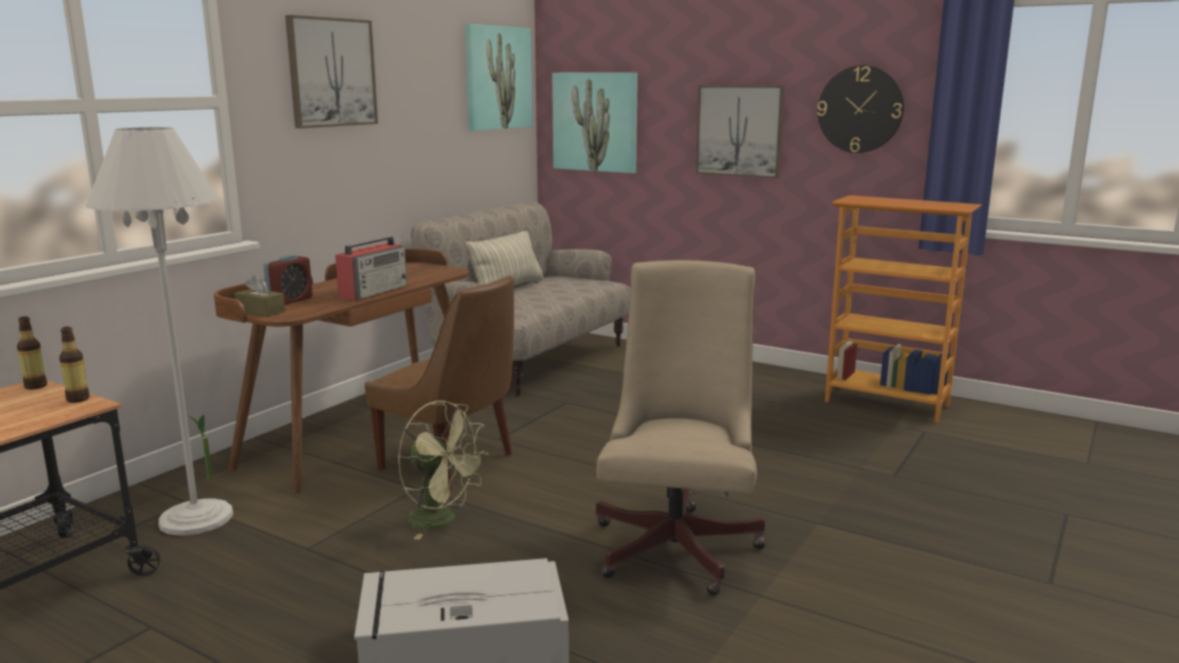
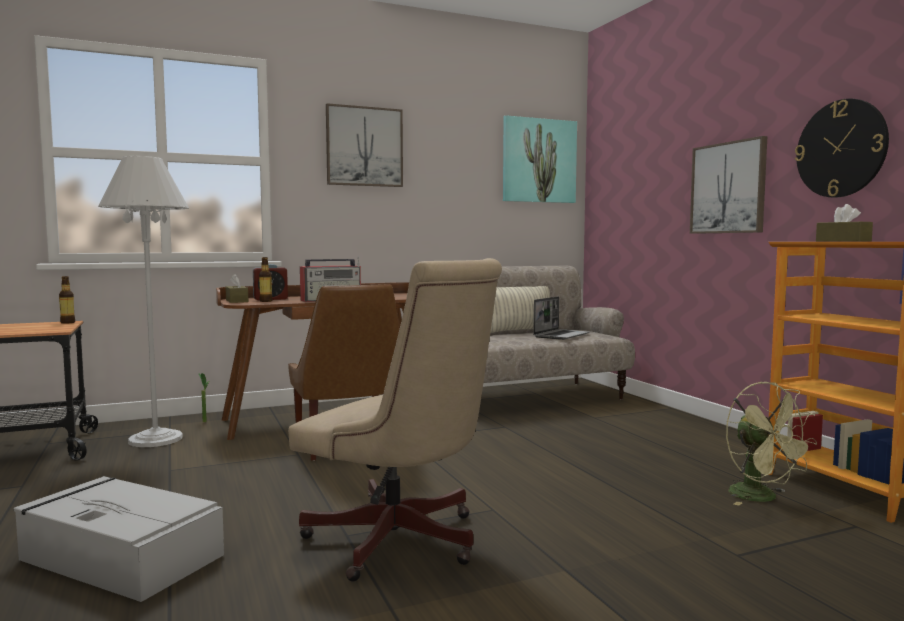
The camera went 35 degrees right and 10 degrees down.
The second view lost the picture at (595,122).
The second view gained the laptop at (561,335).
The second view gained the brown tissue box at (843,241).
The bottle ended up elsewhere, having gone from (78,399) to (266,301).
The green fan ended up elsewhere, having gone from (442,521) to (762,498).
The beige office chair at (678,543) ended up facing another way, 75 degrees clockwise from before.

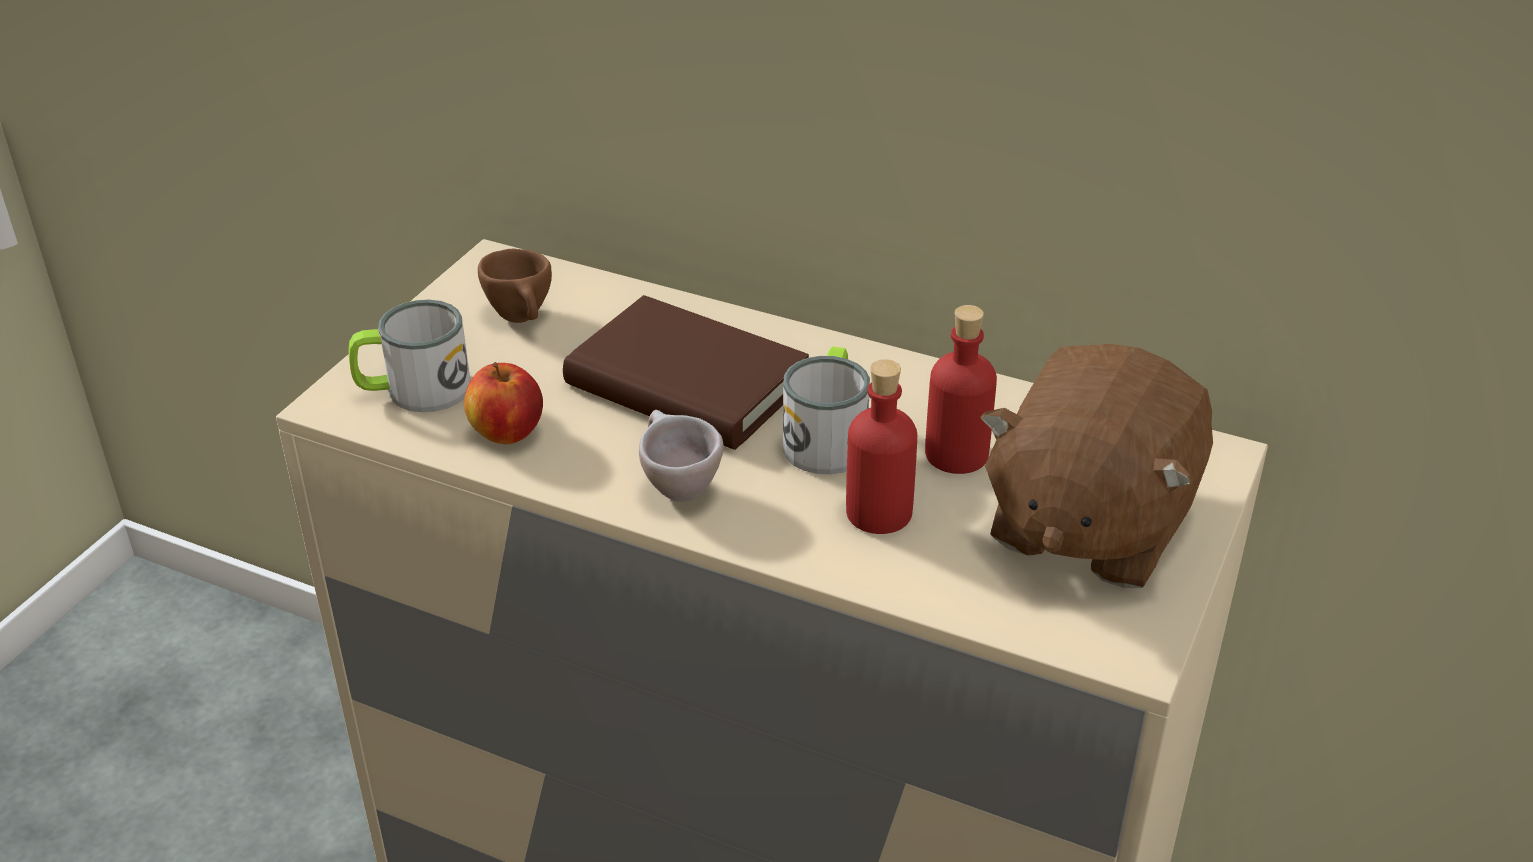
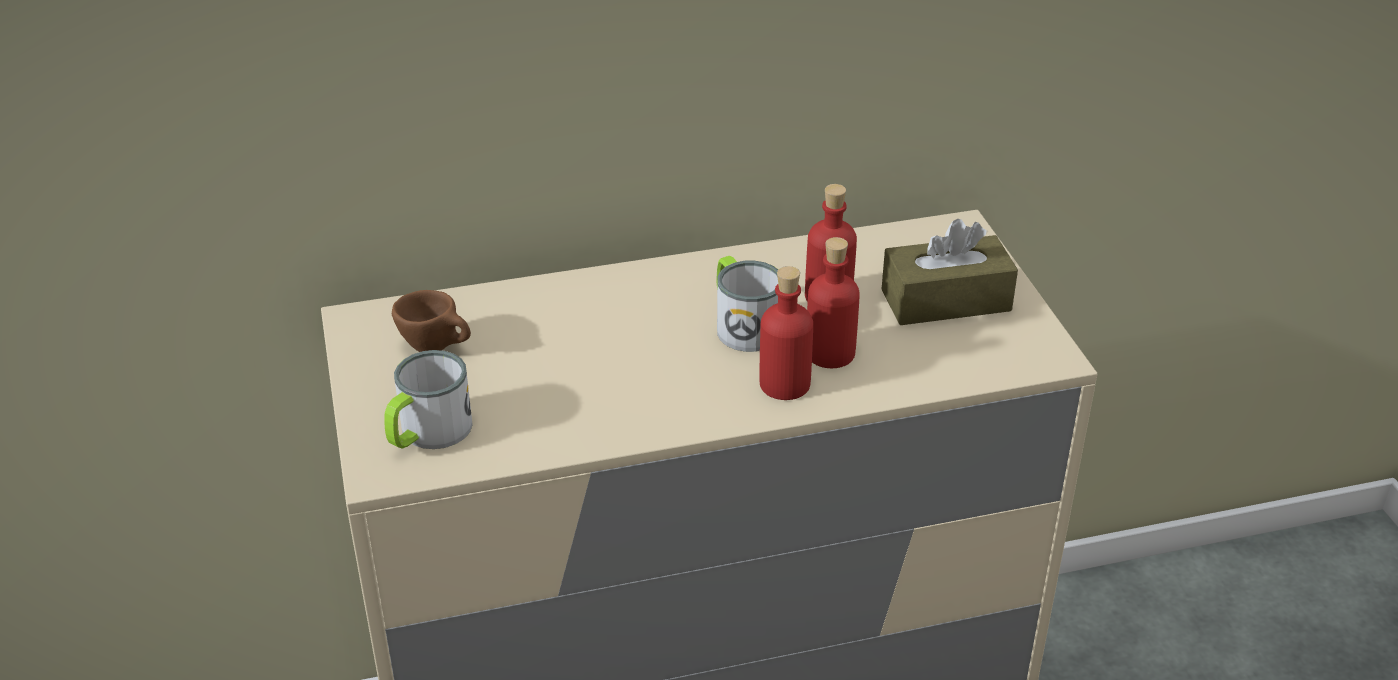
The camera went 40 degrees left and 0 degrees up.
The second view lost the apple at (507,433).
The second view lost the brown book at (686,384).
The second view lost the beige cup at (675,486).
The second view gained the red bottle at (784,384).
Where the brown plush toy stood at (1087,524), the brown tissue box came to stand at (946,300).

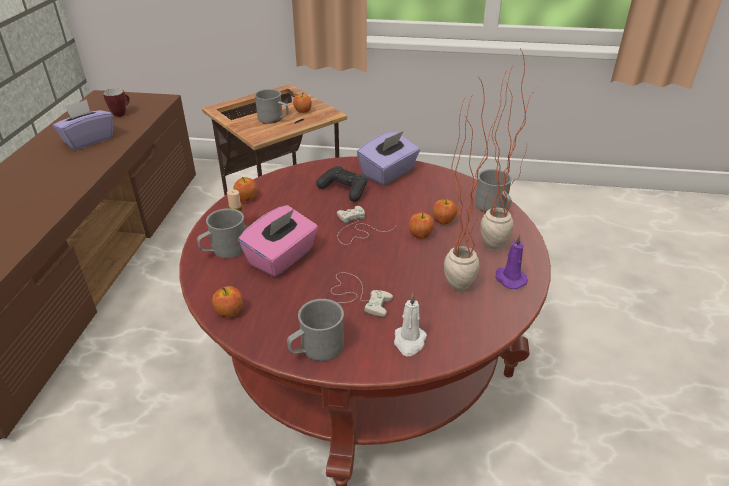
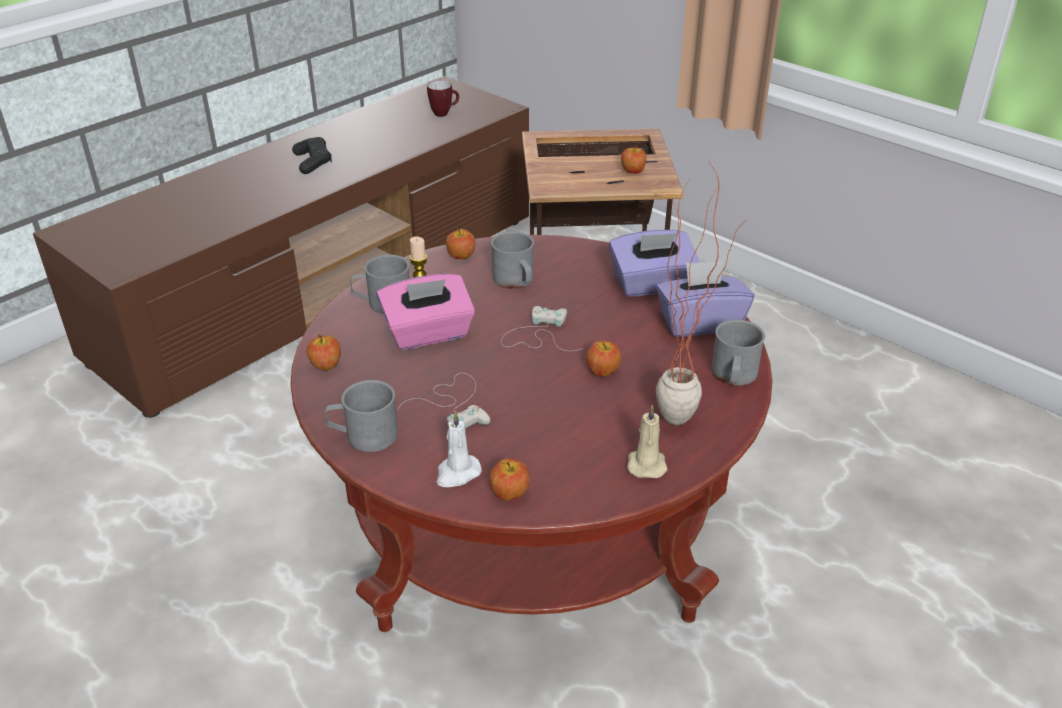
The camera went 35 degrees right and 0 degrees up.
The second view lost the potted plant at (459,279).
The purple tissue box ended up elsewhere, having gone from (88,140) to (700,323).
The grey mug ended up elsewhere, having gone from (274,119) to (516,281).
The black game controller ended up elsewhere, having gone from (344,190) to (313,162).
The apple ended up elsewhere, having gone from (443,221) to (509,493).
What was the purple candle at (509,279) turned into the beige candle at (646,463).

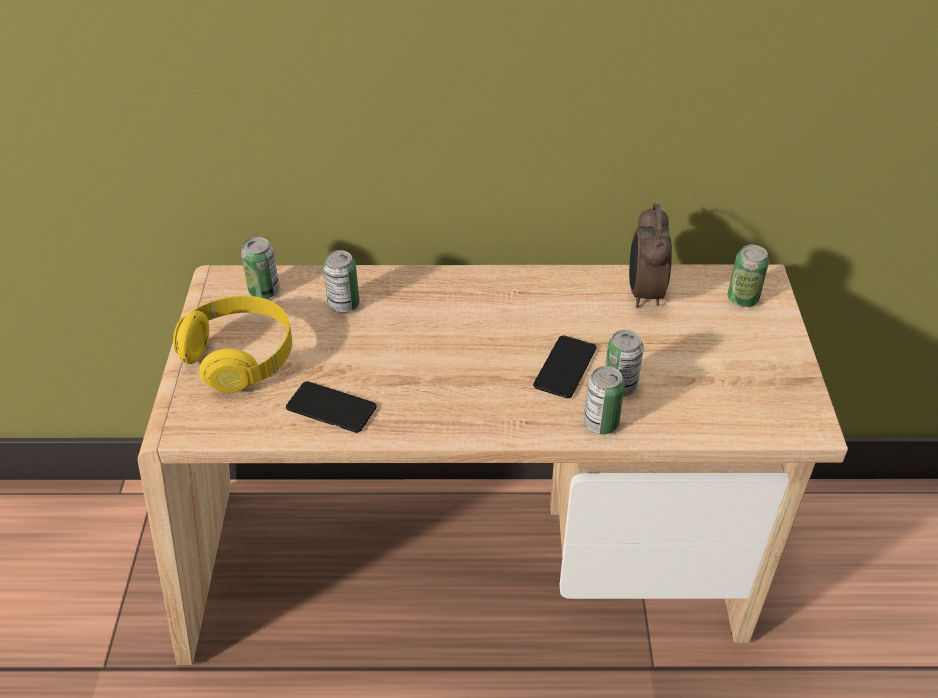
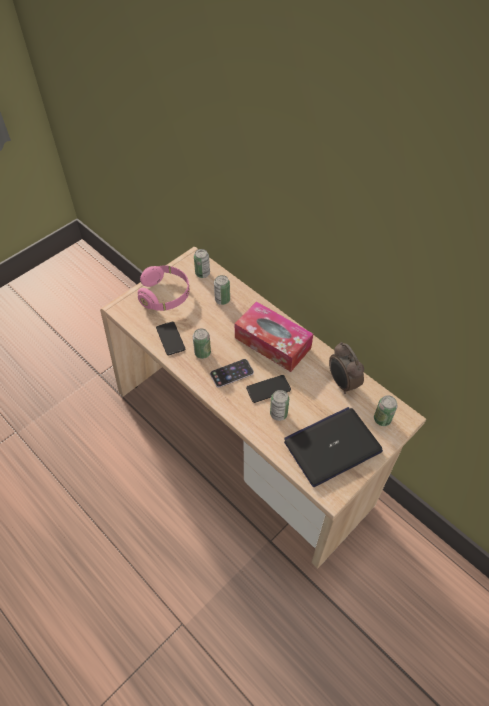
The camera went 45 degrees right and 10 degrees up.
The second view gained the phone at (231,373).
The second view gained the tissue box at (272,343).
The second view gained the laptop at (332,446).
The can ended up elsewhere, having gone from (601,423) to (202,353).
What was the yellow headphones at (240,357) turned into the pink headphones at (165,295).
The alarm clock at (643,293) ended up facing another way, 75 degrees counterclockwise from before.

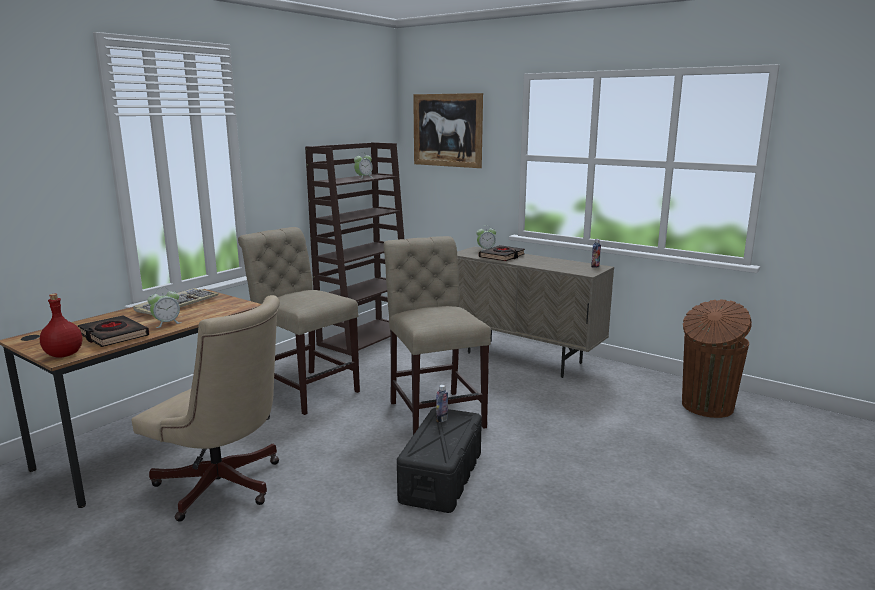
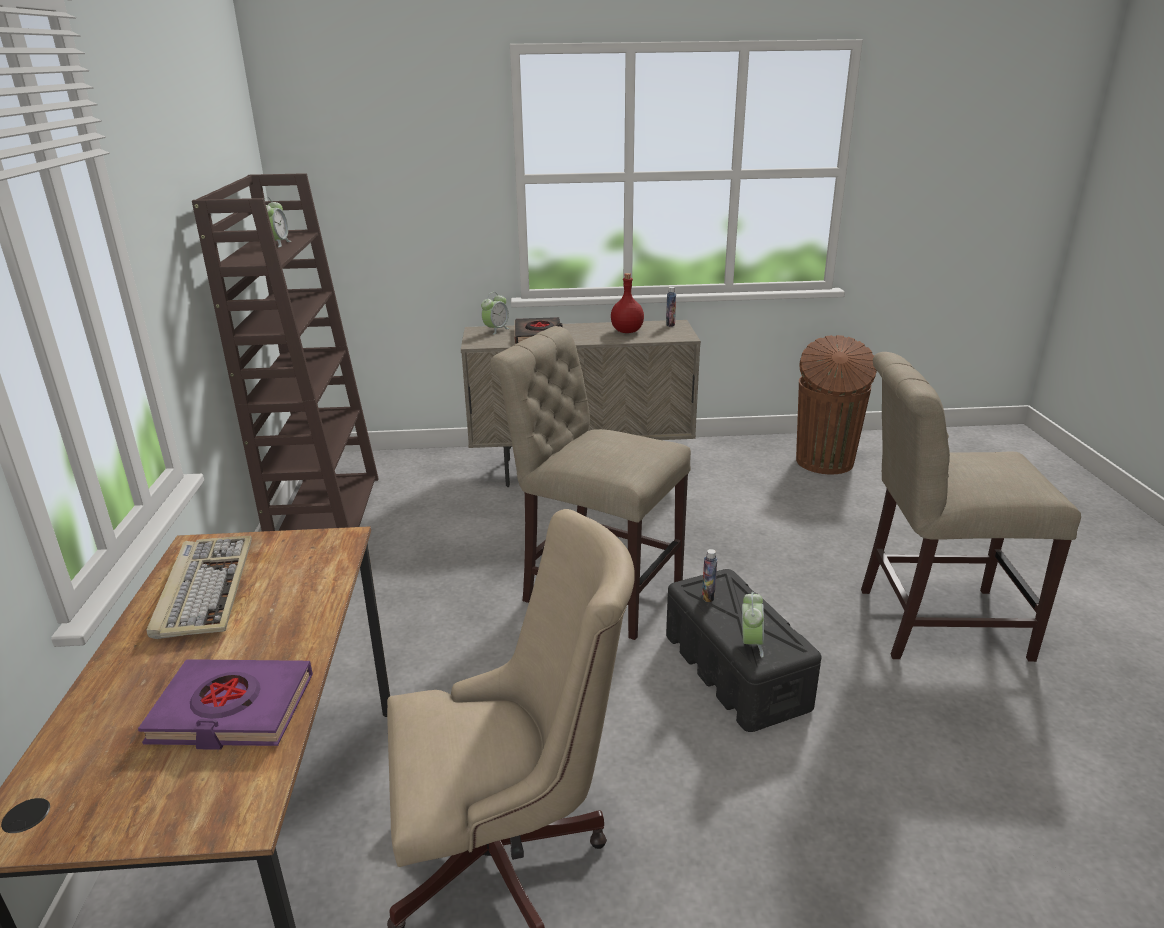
The camera went 40 degrees left and 10 degrees up.
The second view lost the picture at (447,130).
The red bottle ended up elsewhere, having gone from (64,354) to (626,331).
The alarm clock ended up elsewhere, having gone from (167,323) to (751,643).
The beige chair ended up elsewhere, having gone from (305,389) to (931,622).
What was the black book at (113,335) turned into the purple book at (232,710).

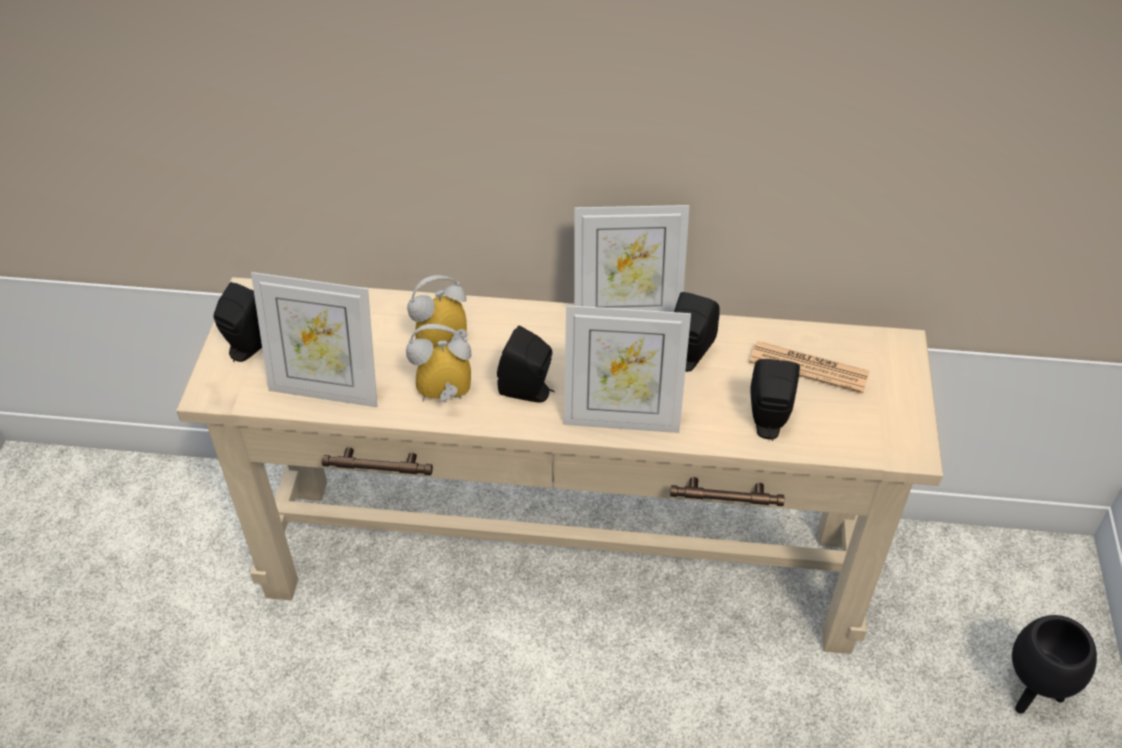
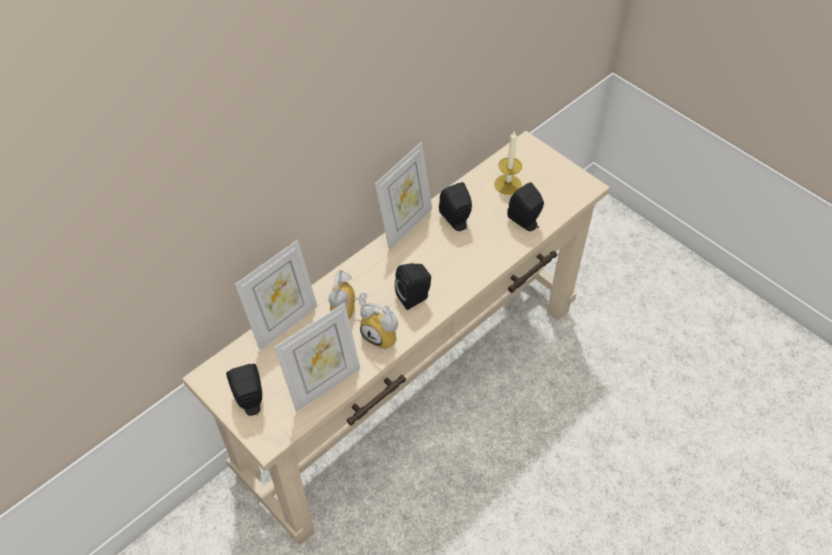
The camera went 50 degrees left and 5 degrees up.
The second view lost the black planter at (1032,694).
The picture frame ended up elsewhere, having gone from (622,419) to (284,323).
Where the newspaper stood at (809,368), the candle came to stand at (507,184).
The alarm clock at (443,398) ended up facing another way, 90 degrees counterclockwise from before.

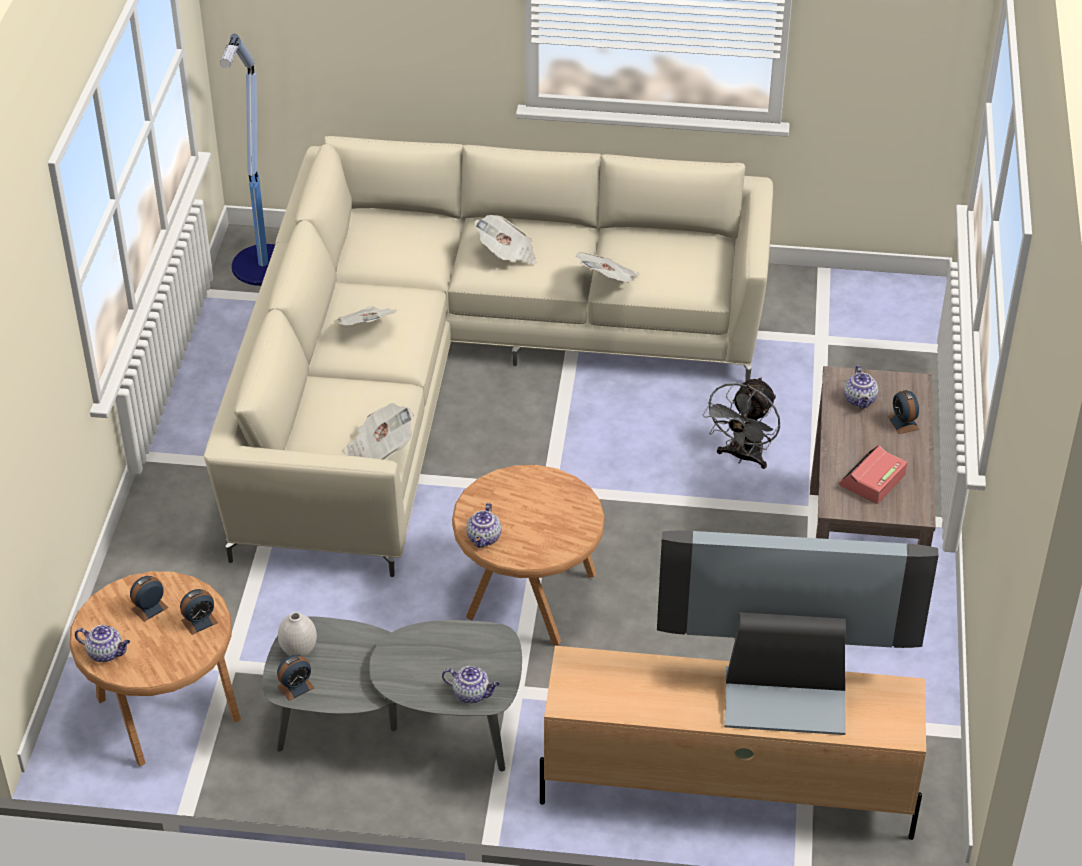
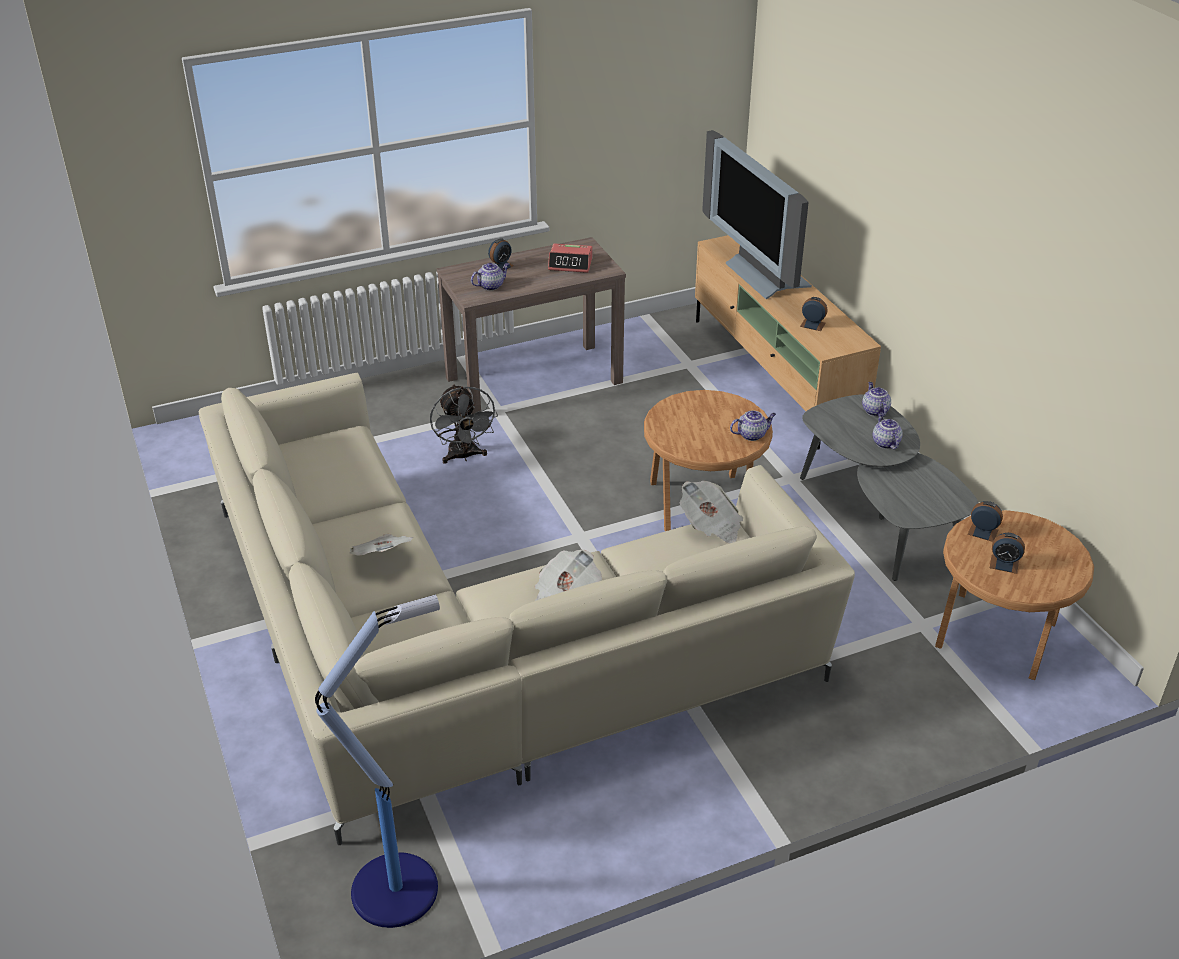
The camera went 120 degrees left and 5 degrees down.
The second view lost the white vase at (299,651).
The second view lost the newspaper at (608,281).
The teapot ended up elsewhere, having gone from (106,653) to (885,443).
The alarm clock ended up elsewhere, having gone from (295,687) to (812,324).
The grey fan at (743,457) ended up facing another way, 75 degrees clockwise from before.

